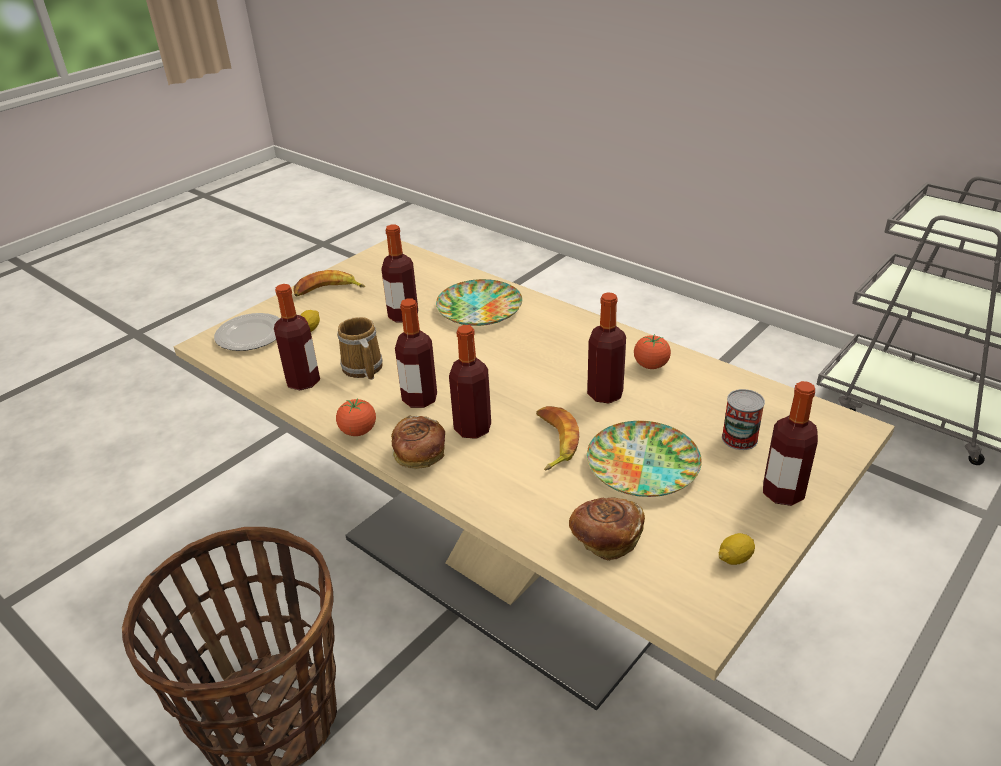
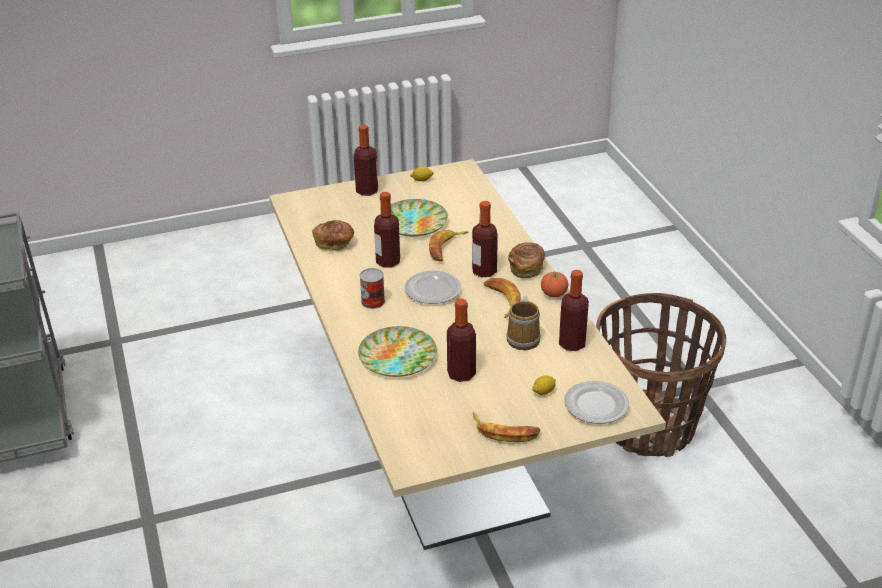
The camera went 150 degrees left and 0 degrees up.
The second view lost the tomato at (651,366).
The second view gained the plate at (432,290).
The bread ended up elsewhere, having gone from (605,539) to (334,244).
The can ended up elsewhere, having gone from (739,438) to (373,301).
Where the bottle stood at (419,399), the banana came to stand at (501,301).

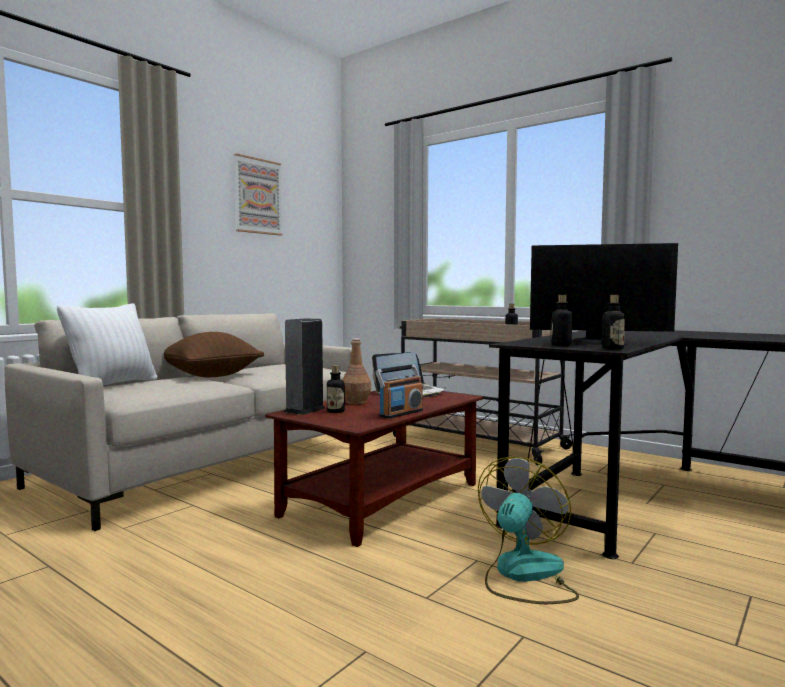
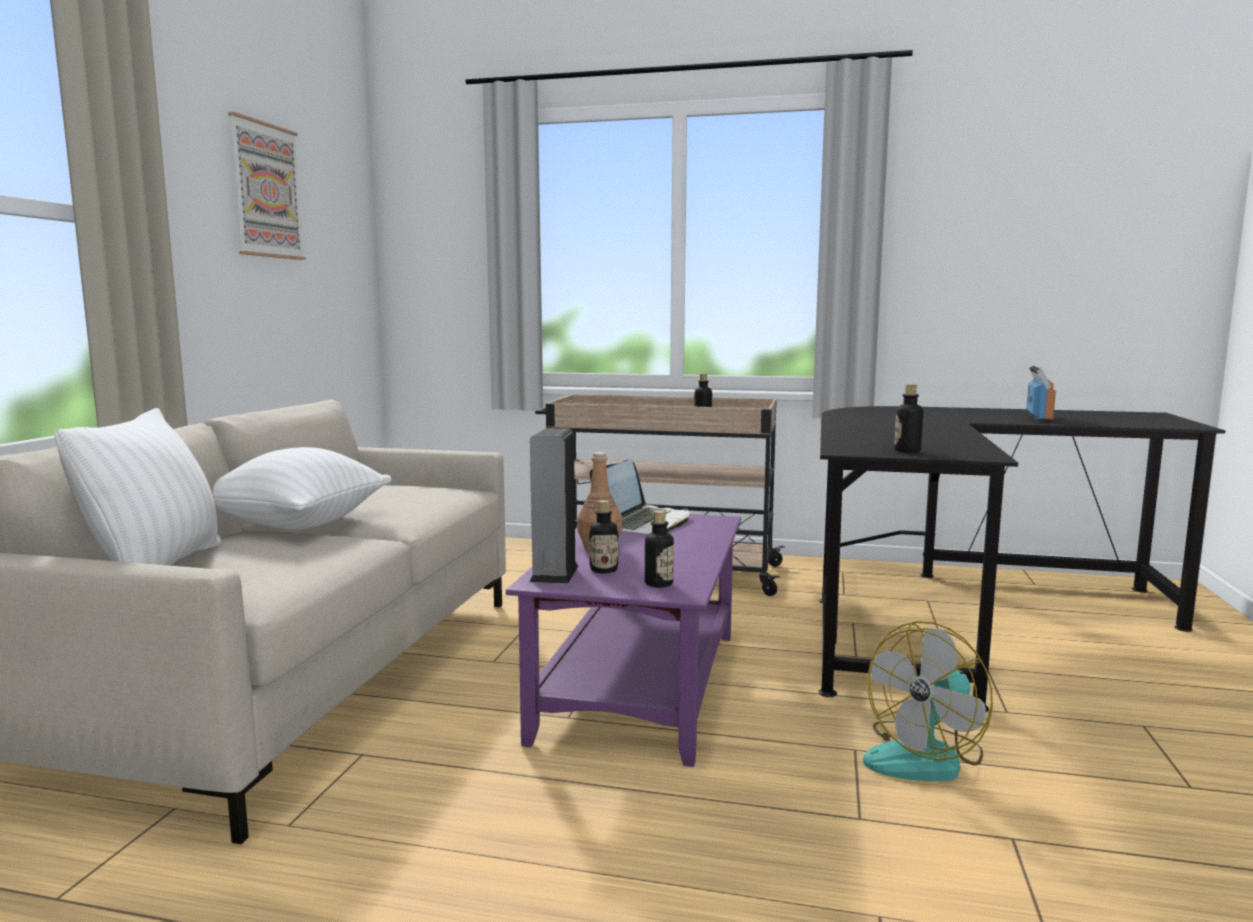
The camera went 25 degrees left and 5 degrees up.
The second view lost the monitor at (598,343).
The radio ended up elsewhere, having gone from (400,413) to (1039,418).
The bottle ended up elsewhere, having gone from (612,349) to (659,583).
What was the brown pillow at (210,376) turned into the white pillow at (298,524).
What was the brown coffee table at (383,499) turned into the purple coffee table at (640,683).
The fan at (524,575) ended up facing another way, 135 degrees counterclockwise from before.

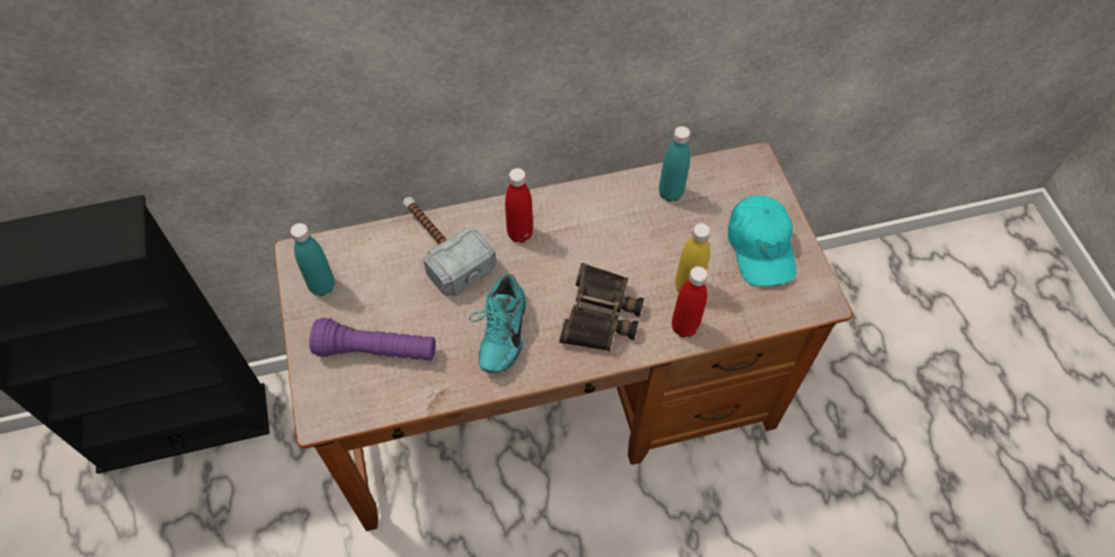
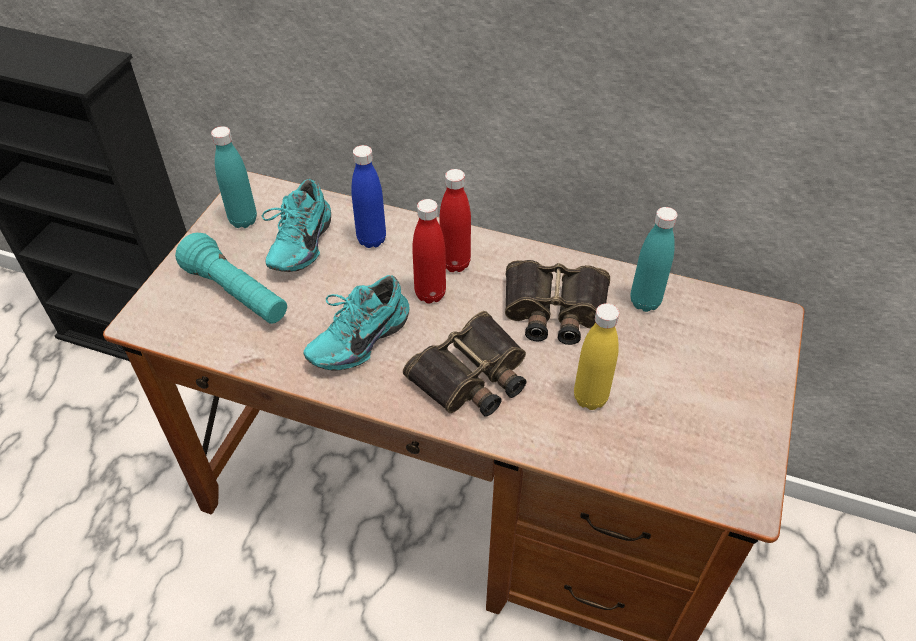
The camera went 35 degrees right and 10 degrees down.
The second view lost the turquoise cap at (760,247).
The second view gained the turquoise shoe at (298,244).
The second view gained the binoculars at (553,310).
The red bottle ended up elsewhere, having gone from (684,327) to (430,294).
Where the hammer stood at (441,247), the blue bottle came to stand at (371,240).
What was the purple flashlight at (377,351) turned into the turquoise flashlight at (237,294).

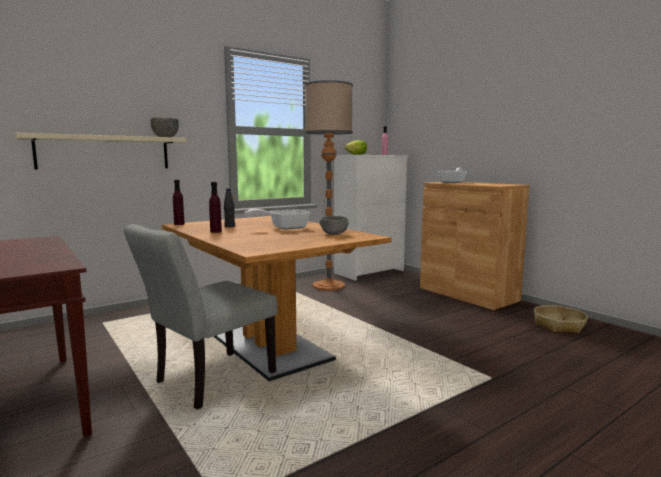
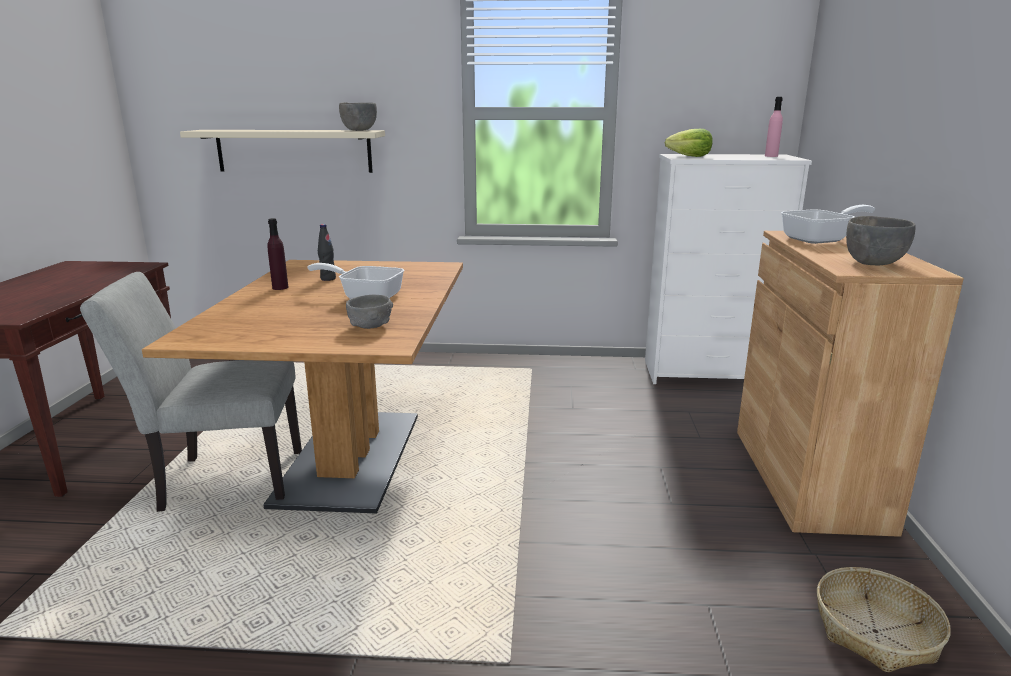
The camera went 40 degrees right and 10 degrees up.
The second view lost the purple bottle at (179,224).
The second view lost the floor lamp at (329,286).
The second view gained the grey bowl at (873,263).

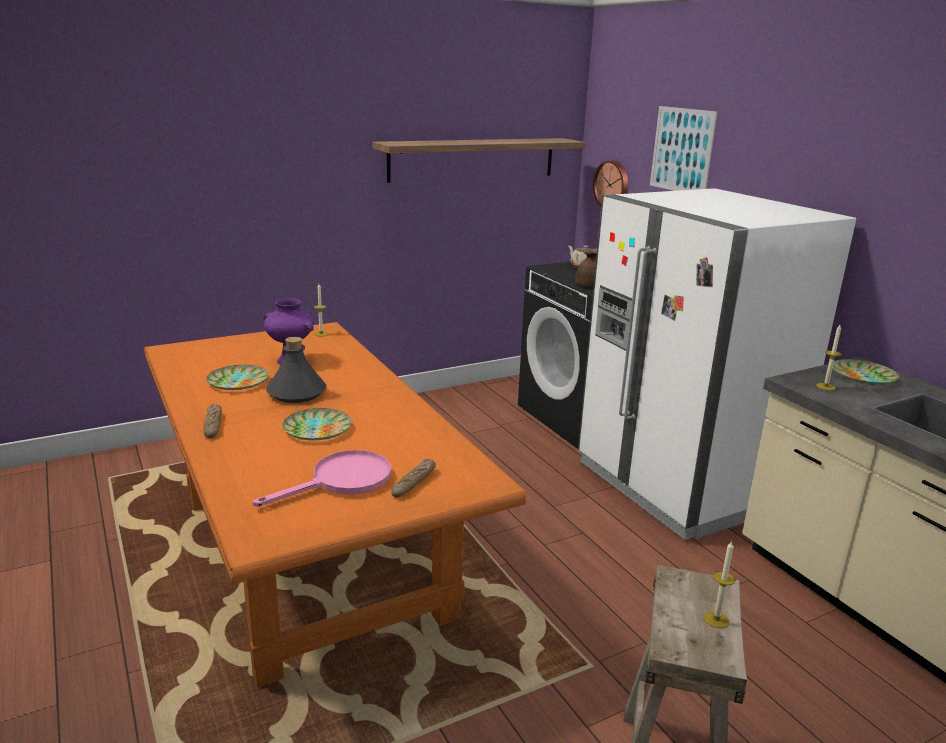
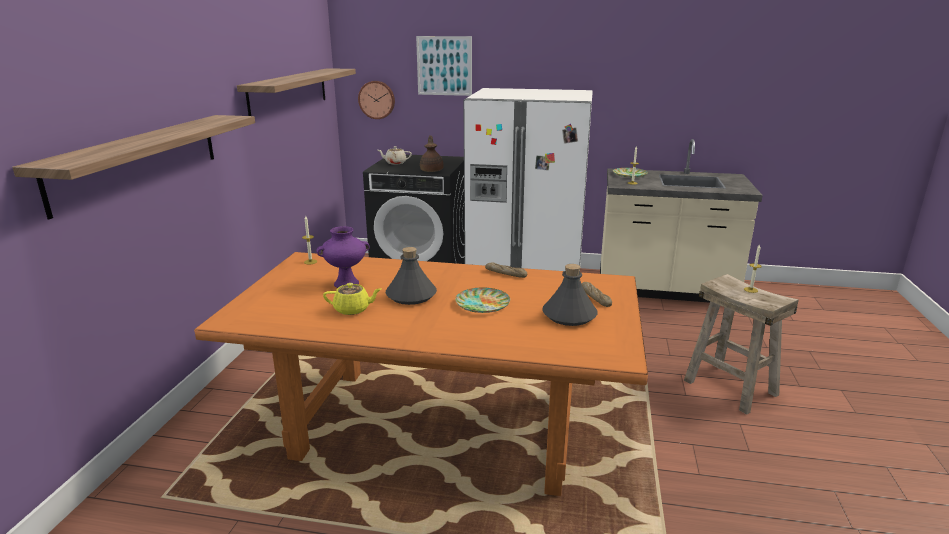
The camera went 50 degrees left and 0 degrees up.
The second view gained the shelf at (139,159).
The bread ended up elsewhere, having gone from (213,425) to (505,274).
Where the plate stood at (237,381), the yellow teapot came to stand at (353,309).
Where the pink frying pan stood at (342,481), the grey bottle came to stand at (569,315).

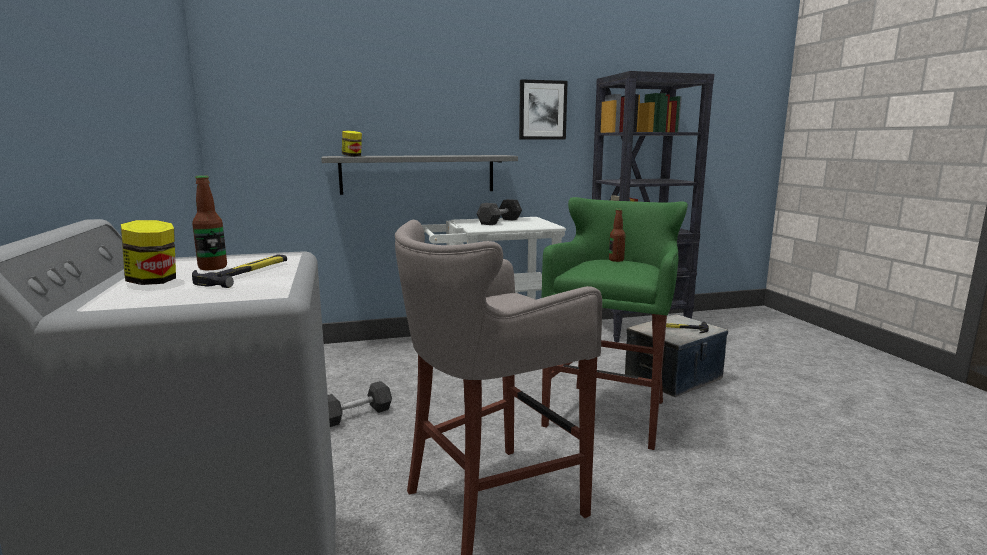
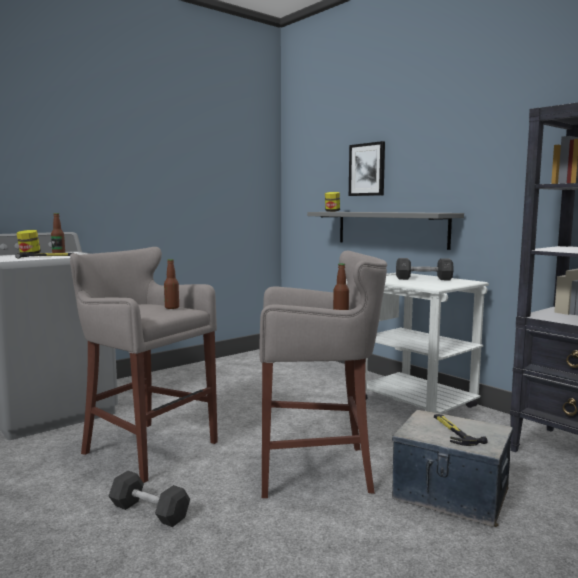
The camera went 65 degrees right and 5 degrees down.
The second view gained the bottle at (172,307).
The grey dumbbell ended up elsewhere, having gone from (356,415) to (149,512).
The picture ended up elsewhere, having gone from (542,110) to (367,169).
What was the green stool at (608,412) turned into the grey stool at (318,469).

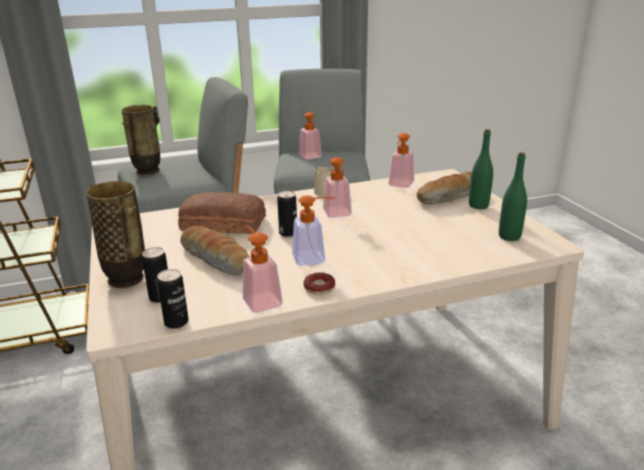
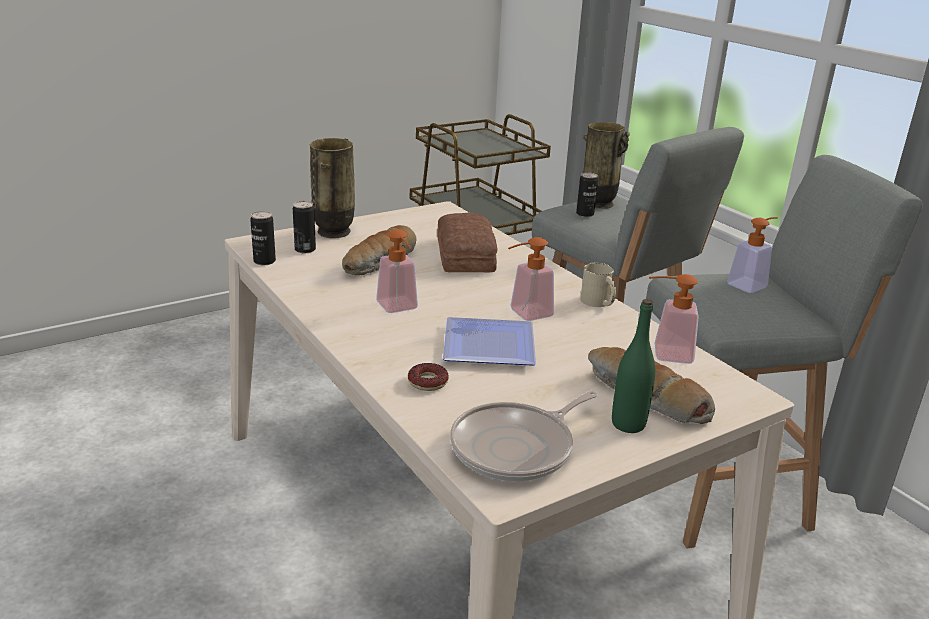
The camera went 75 degrees right and 0 degrees up.
The second view lost the soap dispenser at (260,299).
The second view gained the plate at (486,347).
The can ended up elsewhere, having gone from (288,233) to (585,214).
The donut ended up elsewhere, having gone from (319,287) to (427,382).
Where the green bottle stood at (509,236), the frying pan came to stand at (517,448).

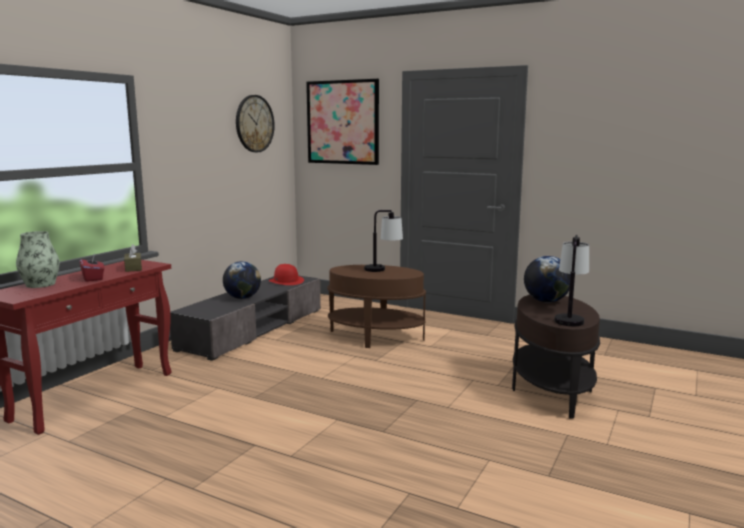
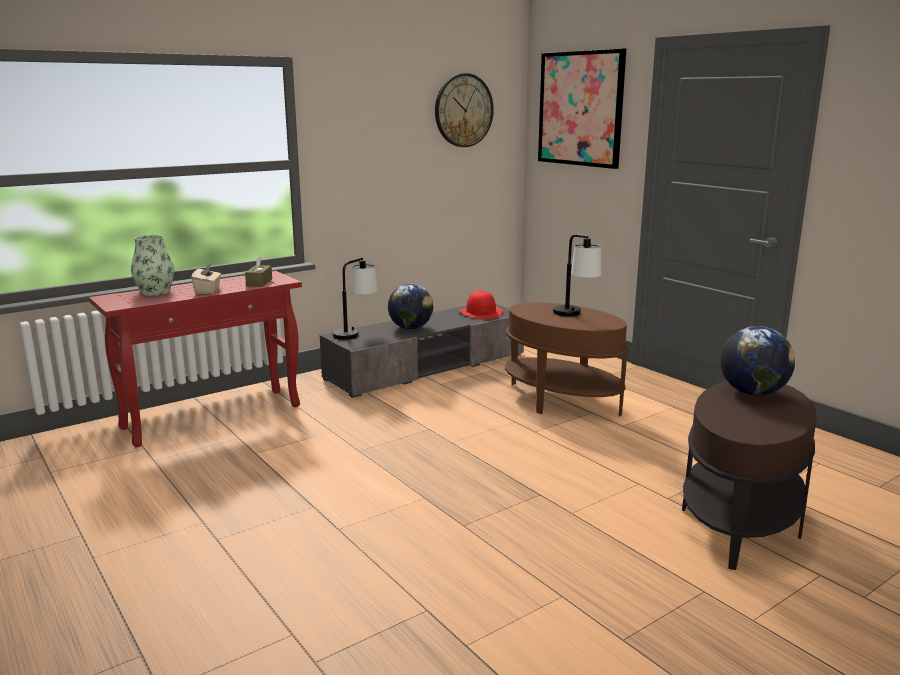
The camera went 25 degrees right and 5 degrees up.
The table lamp ended up elsewhere, having gone from (569,317) to (355,333).
What was the red tissue box at (93,278) turned into the beige tissue box at (208,290).

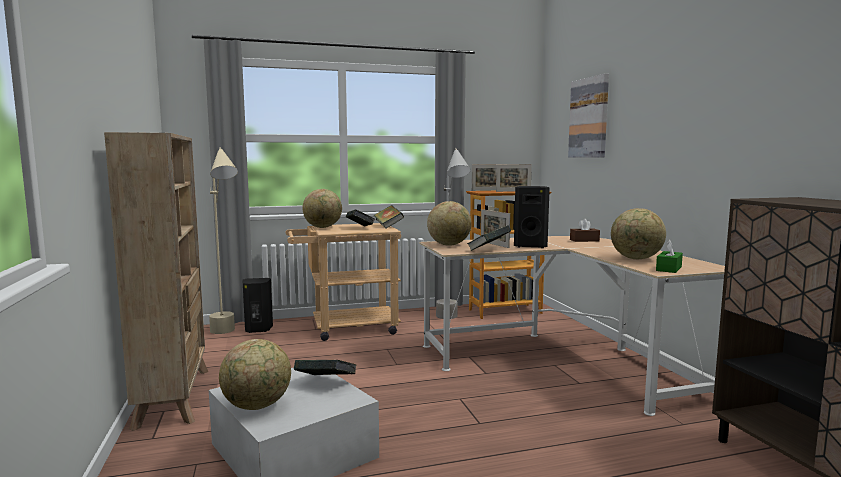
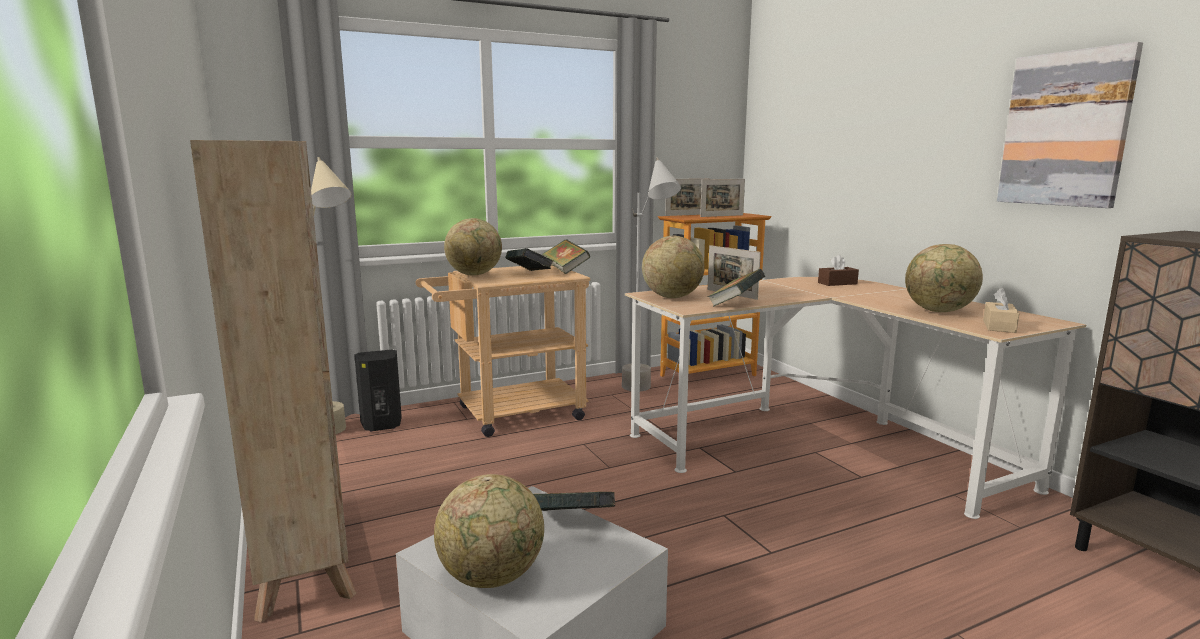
The camera went 10 degrees left and 5 degrees up.
The second view lost the black speaker at (530,246).
The picture ended up elsewhere, having gone from (589,118) to (1065,129).
What was the green tissue box at (668,269) turned into the beige tissue box at (999,326).

